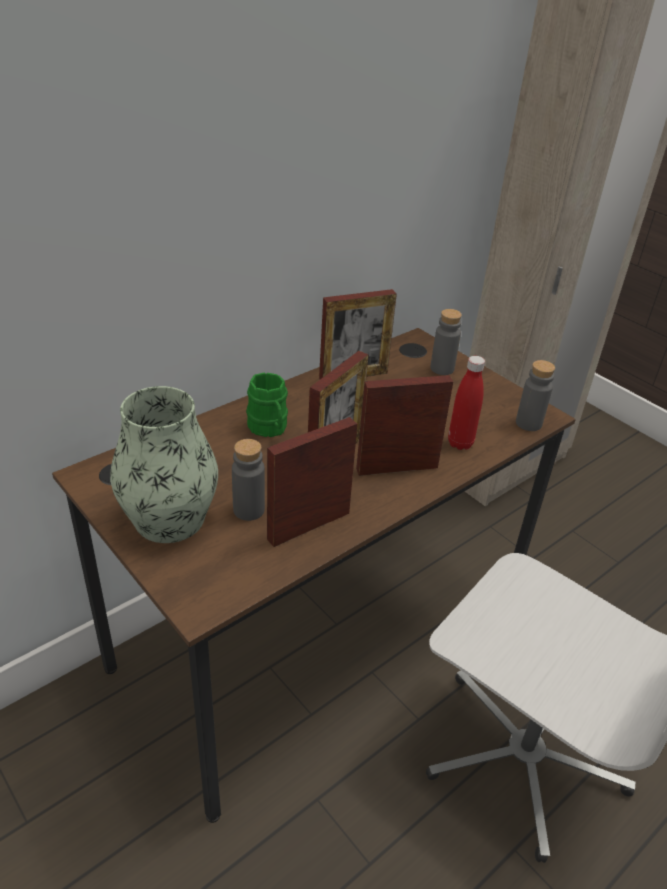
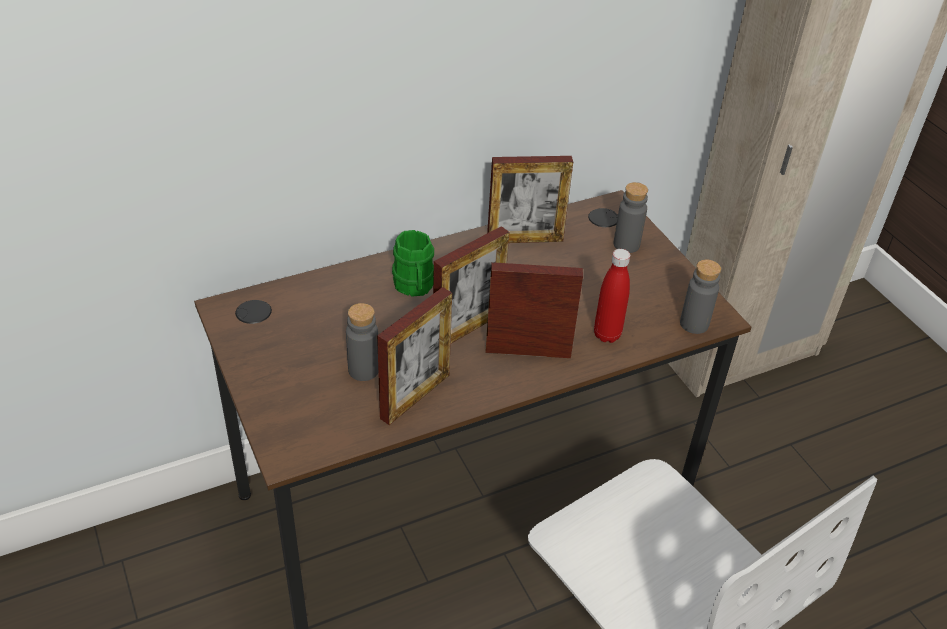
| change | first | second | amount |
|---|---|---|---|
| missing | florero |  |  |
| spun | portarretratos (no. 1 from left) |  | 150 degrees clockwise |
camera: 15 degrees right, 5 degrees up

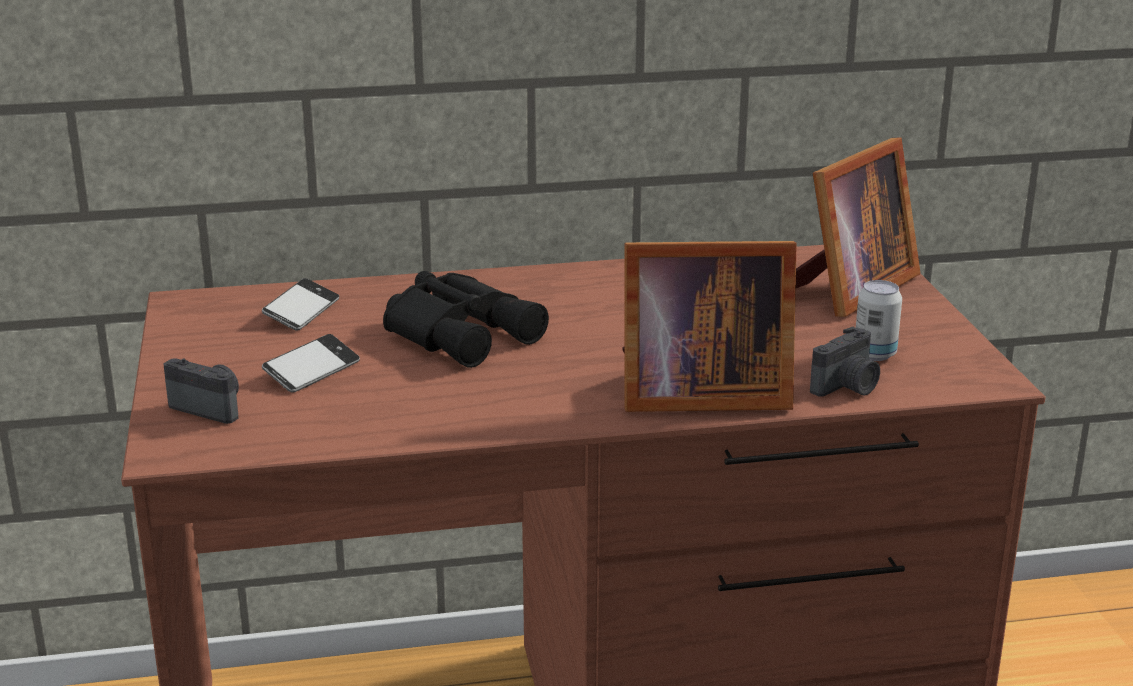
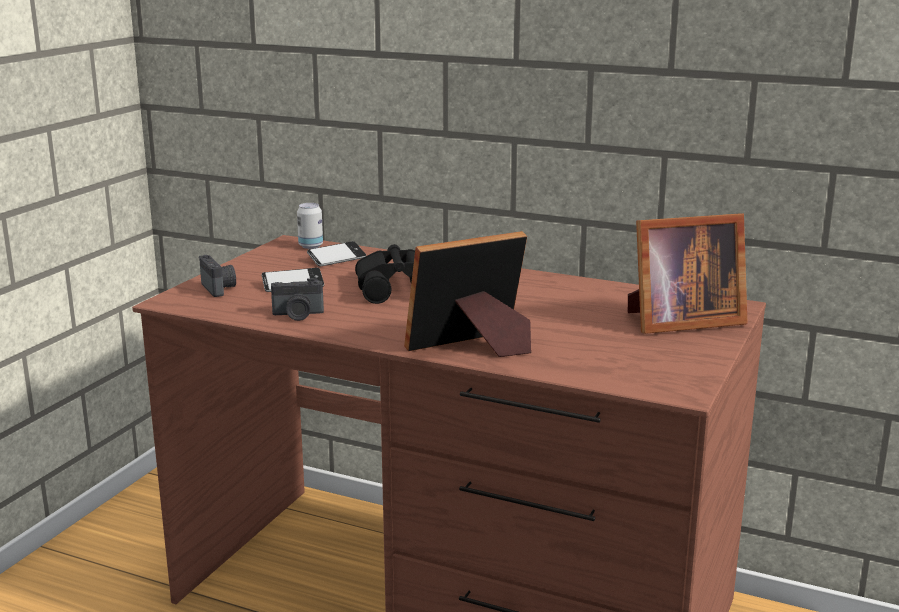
| change | first | second | amount |
|---|---|---|---|
| spun | portarretratos (no. 1 from left) |  | 120 degrees clockwise |
| relocated | cámara (no. 2 from left) |  |  |
| relocated | lata |  |  |
camera: 35 degrees right, 5 degrees down

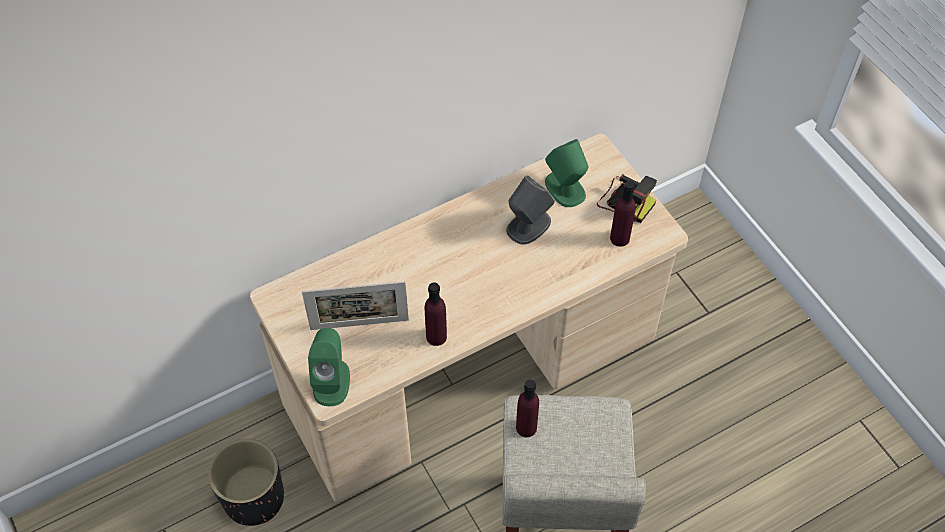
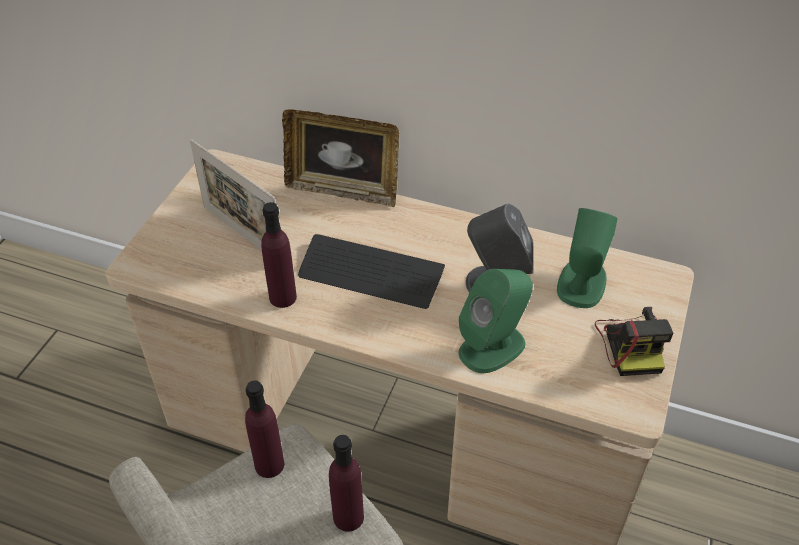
| change | first | second | amount |
|---|---|---|---|
| missing | maceta [negro] |  |  |
| relocated | altavoz [verde] (no. 1 from left) |  |  |
| relocated | botella [morado] (no. 3 from left) |  |  |
| appeared |  | portarretratos (no. 2 from left) |  |
| appeared |  | teclado |  |
camera: 50 degrees right, 10 degrees down

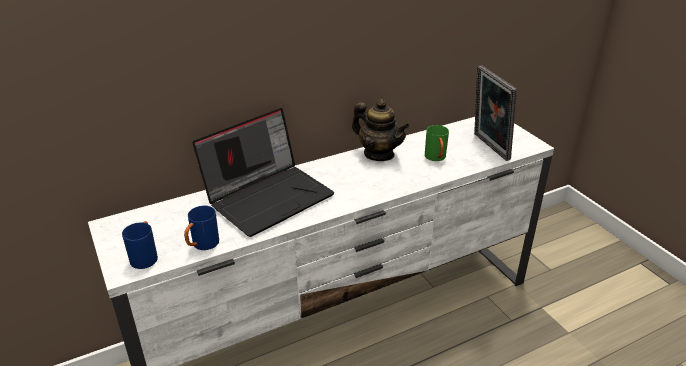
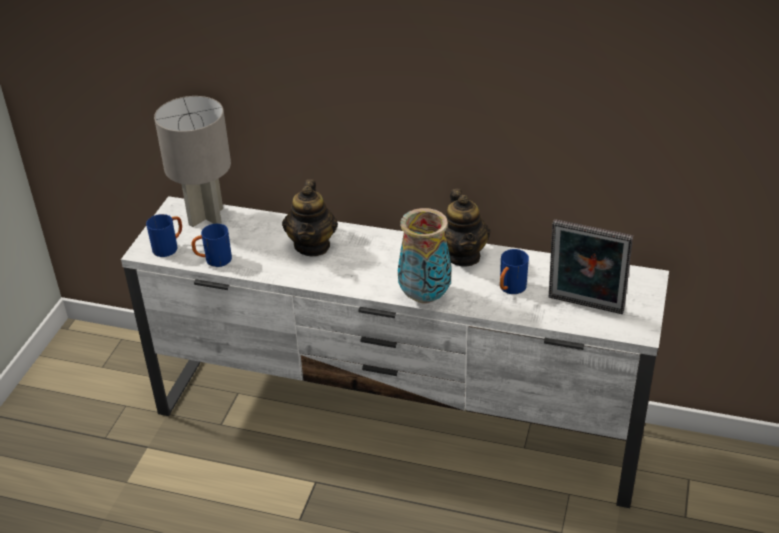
| change | first | second | amount |
|---|---|---|---|
| exchanged | portátil | tetera (no. 1 from left) |  |
| colour | taza grande [verde] | taza grande [azul] (no. 3 from left) |  |
| spun | portarretratos |  | 90 degrees counterclockwise |
| appeared |  | lámpara de mesa [gris] |  |
| appeared |  | florero |  |
camera: 45 degrees right, 5 degrees up

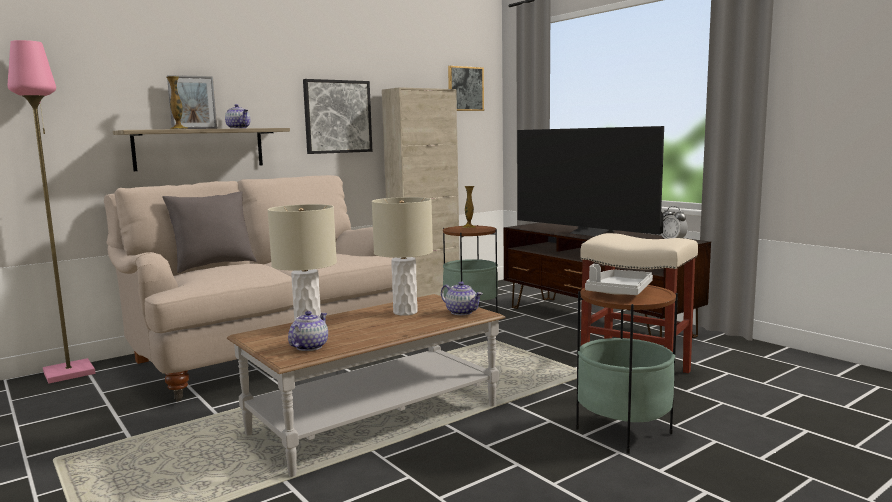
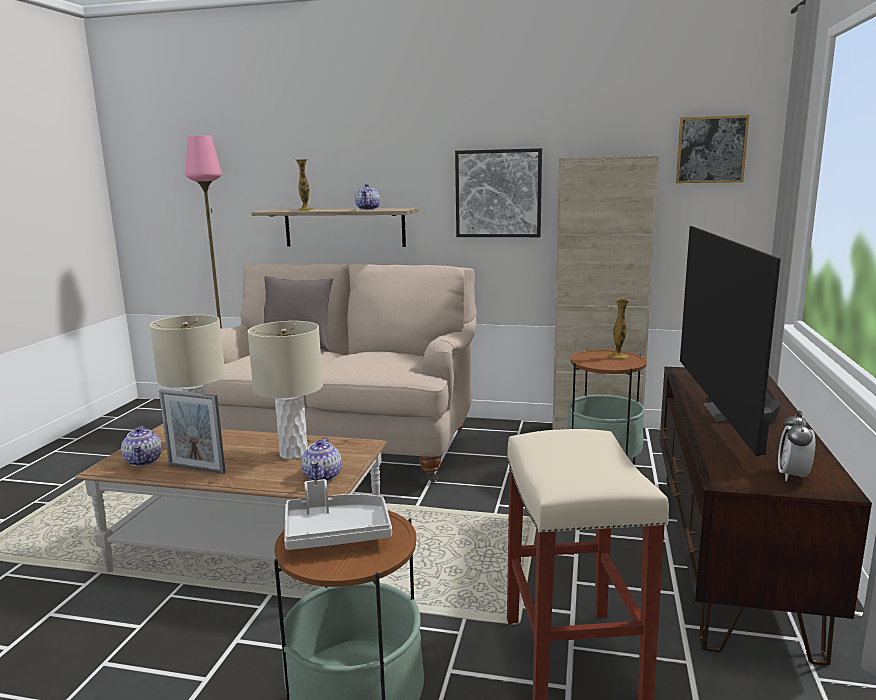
| change | first | second | amount |
|---|---|---|---|
| relocated | portarretratos |  |  |
| spun | tetera (no. 2 from left in the first image) | tetera (no. 1 from left) | 90 degrees clockwise |
camera: 50 degrees right, 5 degrees up

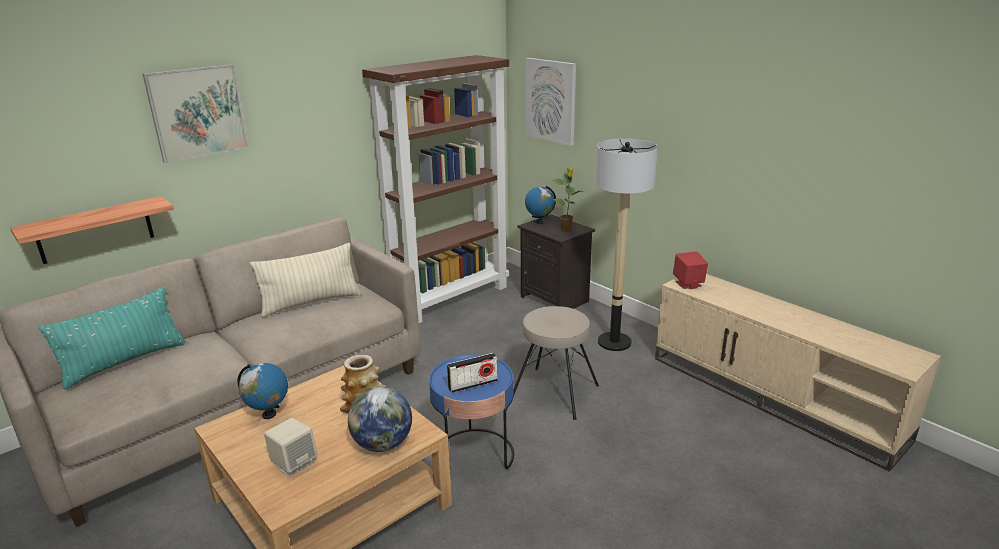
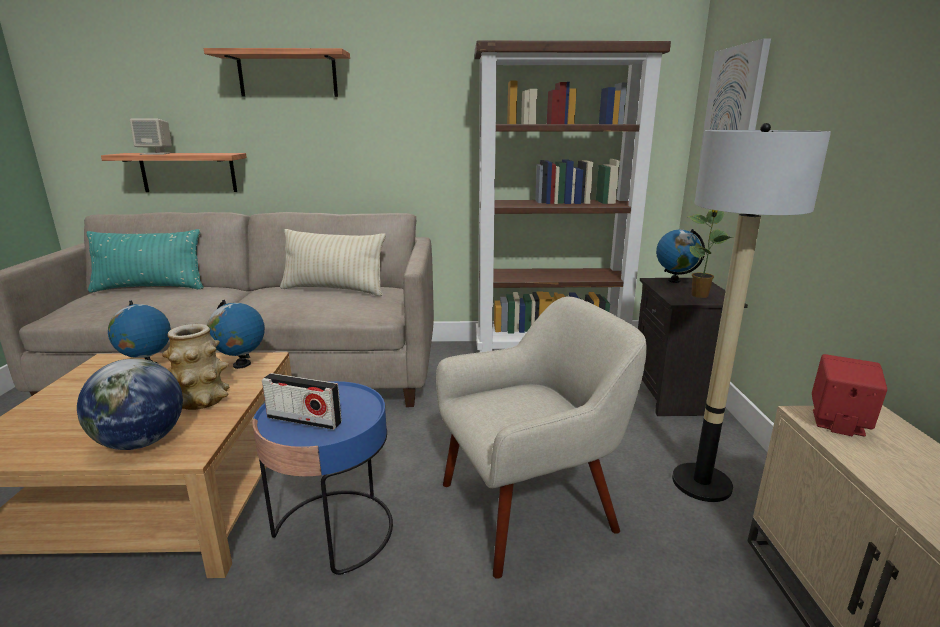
| change | first | second | amount |
|---|---|---|---|
| exchanged | cuadro (no. 1 from left) | estante (no. 2 from left) |  |
| relocated | altavoz [beis] |  |  |
| exchanged | taburete [beis] | sillón [beis] |  |
| appeared |  | globo terráqueo (no. 3 from left) |  |
camera: 40 degrees right, 5 degrees down

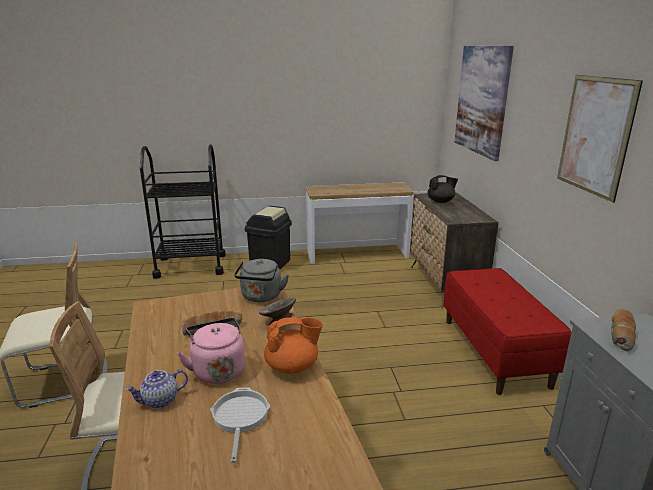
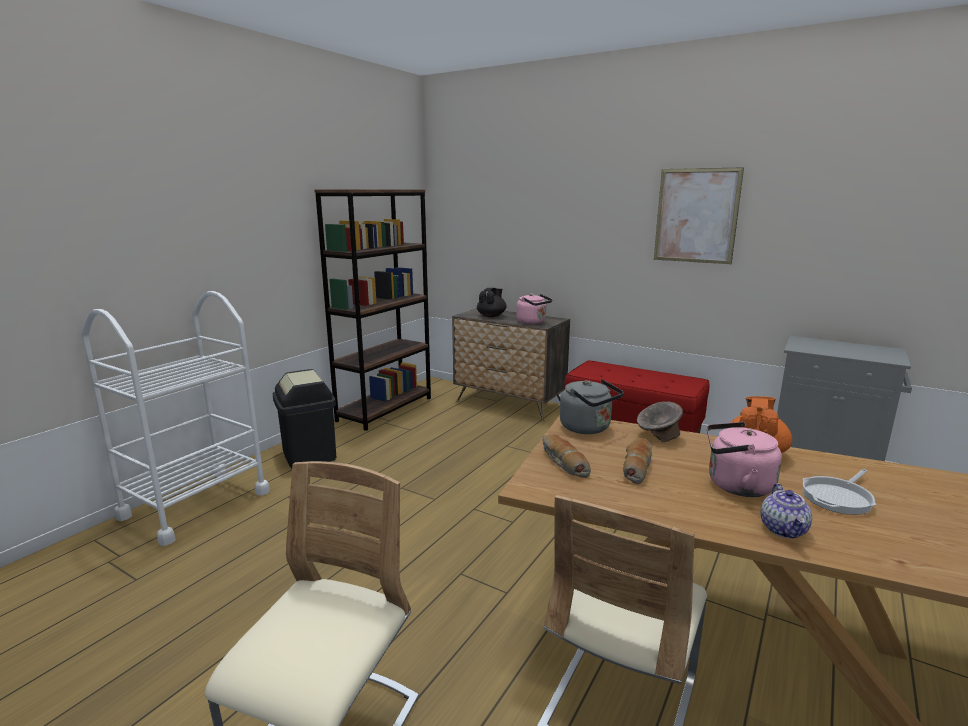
| change | first | second | amount |
|---|---|---|---|
| colour | carrito [negro] | carrito [blanco] |  |
| spun | sartén |  | 75 degrees counterclockwise |
| exchanged | mesa consola | estantería [marrón] |  |
| missing | cuadro (no. 1 from left) |  |  |
| relocated | pan (no. 2 from left in the first image) | pan (no. 1 from left) |  |
| appeared |  | hervidor [rosa] (no. 1 from left) |  |
camera: 50 degrees left, 5 degrees down

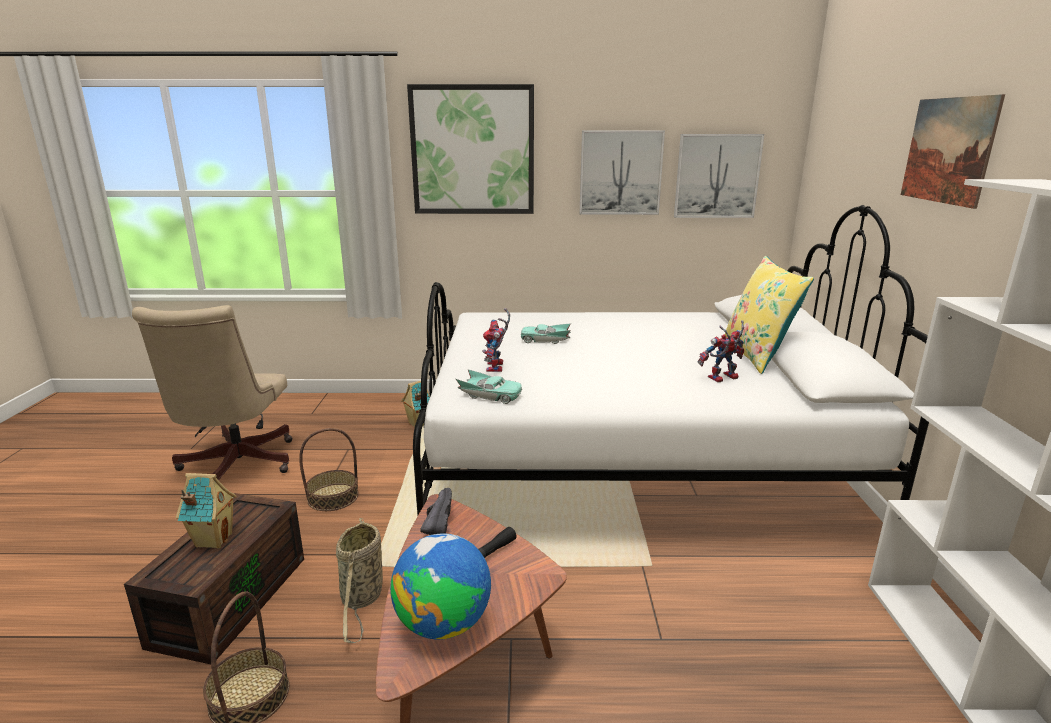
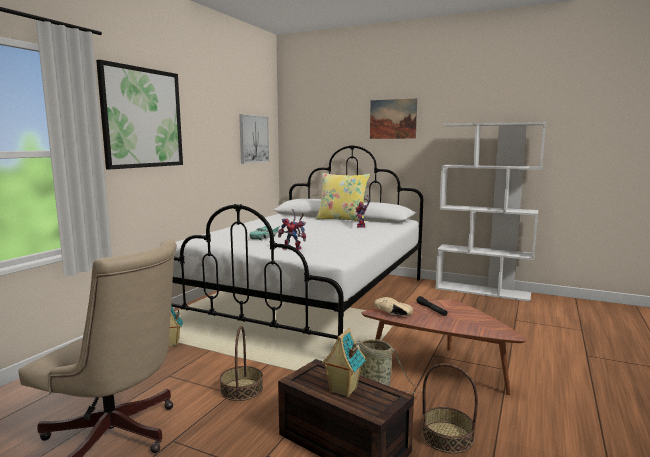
| change | first | second | amount |
|---|---|---|---|
| missing | globo terráqueo |  |  |
| colour | zapato [negro] | zapato [beis] |  |
| missing | coche de juguete [turquesa] (no. 1 from left) |  |  |
| missing | cuadro (no. 2 from left) |  |  |
camera: 65 degrees left, 10 degrees down

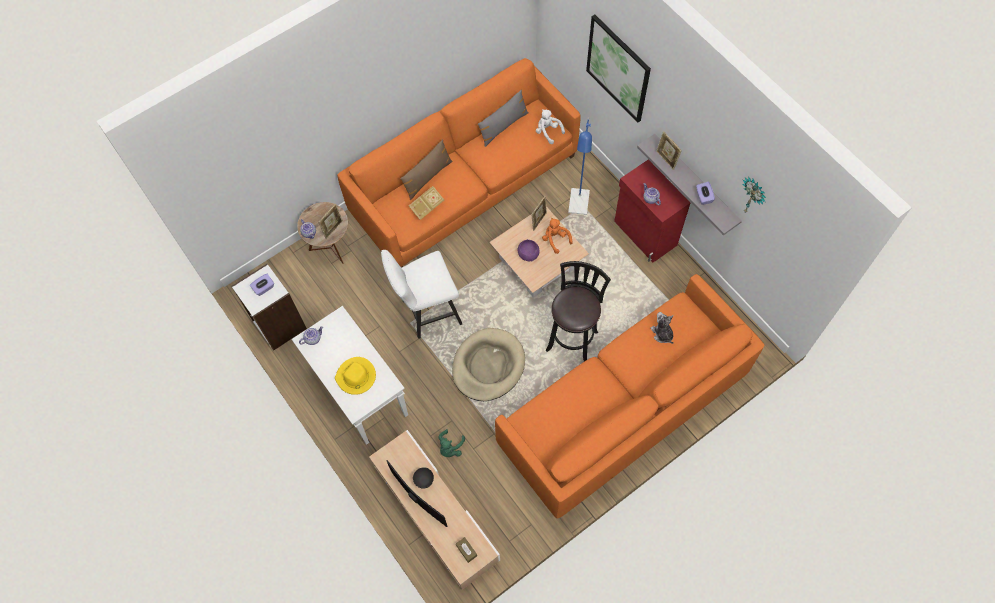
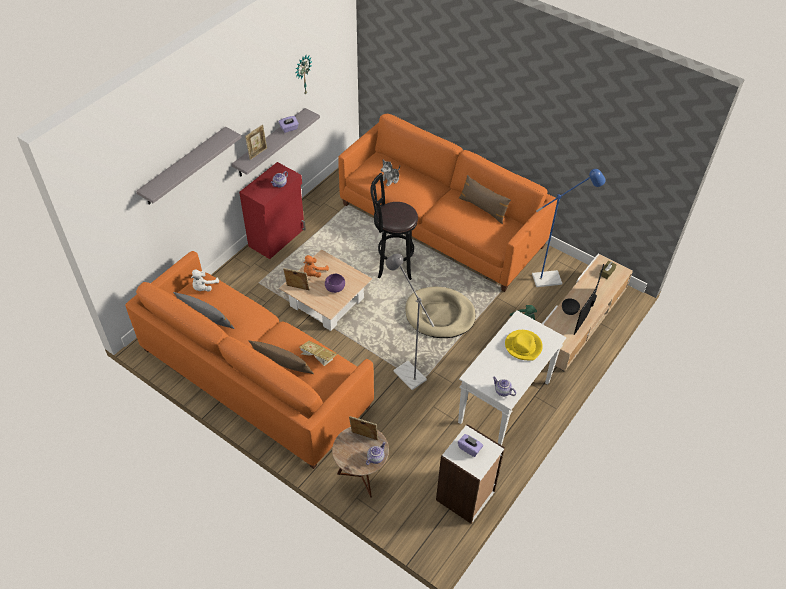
| change | first | second | amount |
|---|---|---|---|
| exchanged | taburete [blanco] | lámpara de pie [gris] |  |
| relocated | lámpara de pie [azul] |  |  |
| exchanged | cuadro | estante [gris] (no. 1 from left) |  |
| appeared |  | cojín [marrón] (no. 2 from left) |  |
camera: 110 degrees left, 15 degrees down

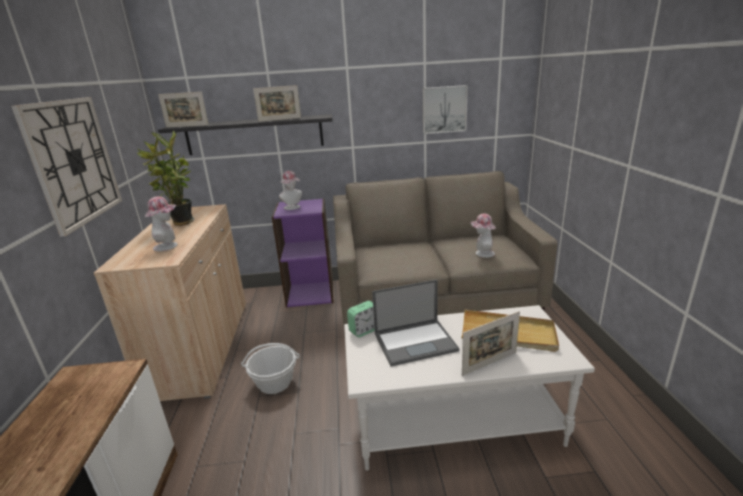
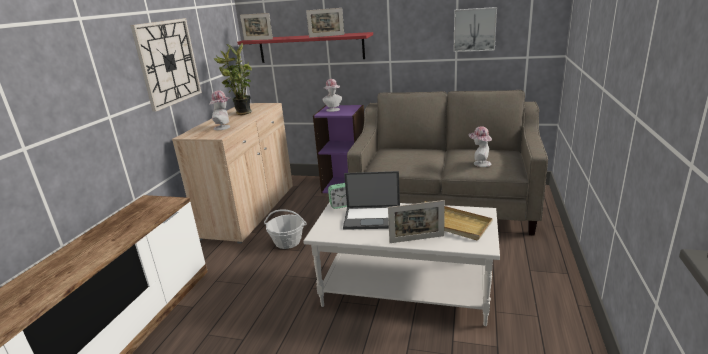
| change | first | second | amount |
|---|---|---|---|
| colour | estante [negro] | estante [rojo] |  |
camera: 20 degrees right, 0 degrees up

